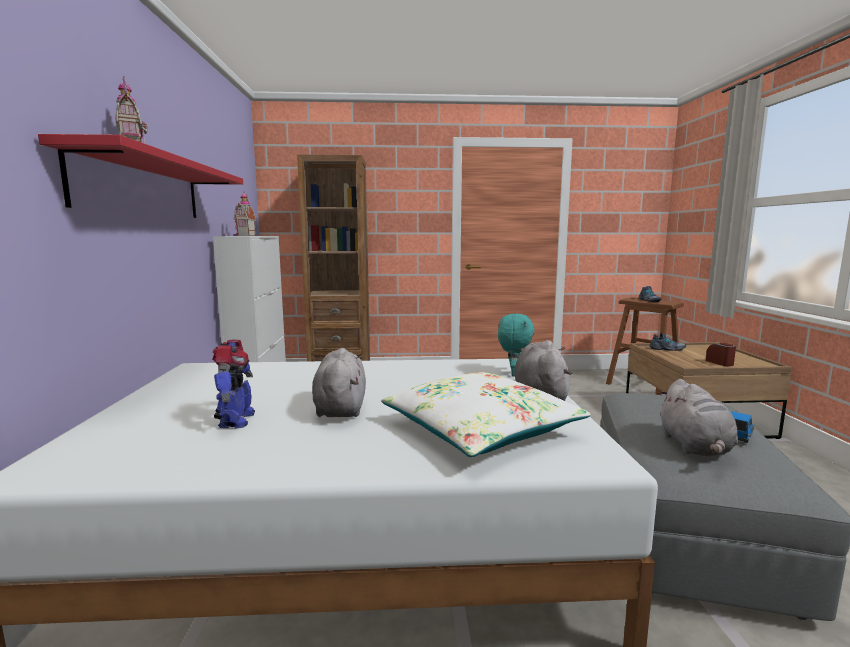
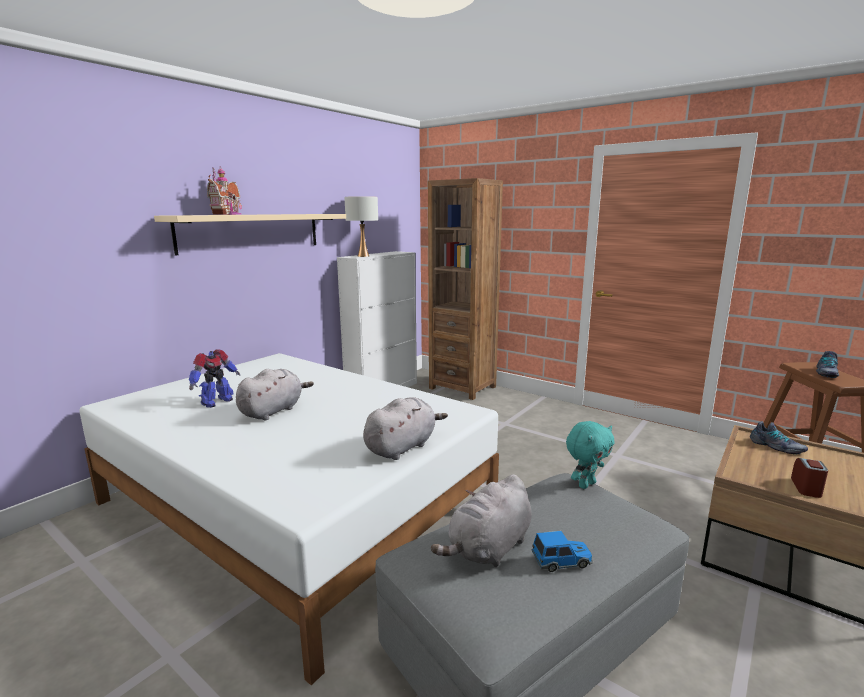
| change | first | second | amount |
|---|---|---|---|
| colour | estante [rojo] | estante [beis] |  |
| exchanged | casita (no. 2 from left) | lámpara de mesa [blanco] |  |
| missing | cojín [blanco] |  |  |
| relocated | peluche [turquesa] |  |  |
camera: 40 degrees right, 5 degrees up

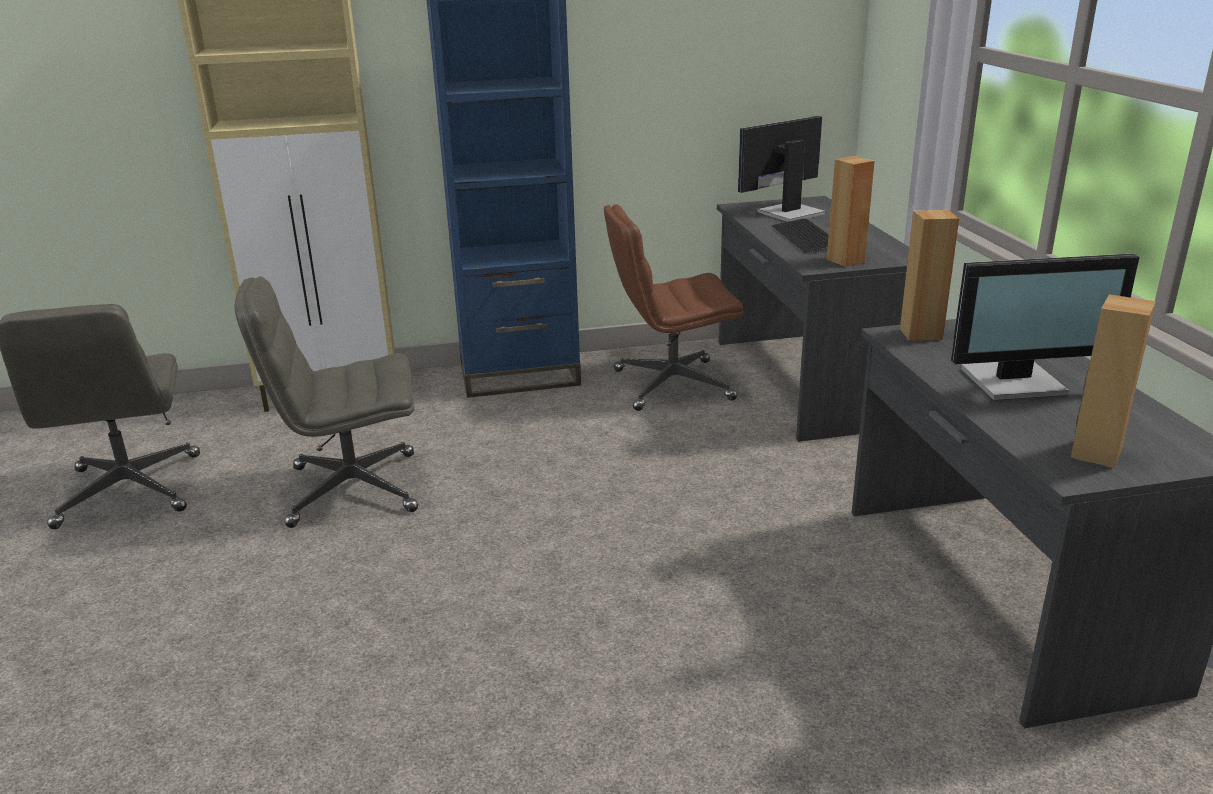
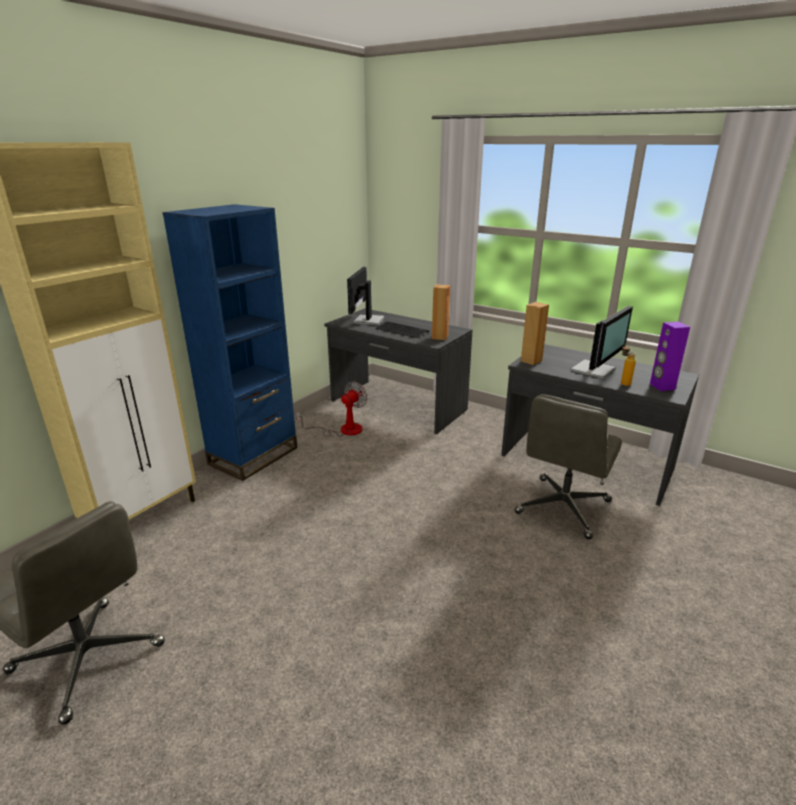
| change | first | second | amount |
|---|---|---|---|
| relocated | silla de oficina [gris] (no. 2 from left) |  |  |
| exchanged | silla de oficina [marrón] | ventilador |  |
| colour | altavoz [marrón] (no. 3 from left) | altavoz [morado] |  |
| appeared |  | botella |  |
camera: 45 degrees left, 0 degrees up

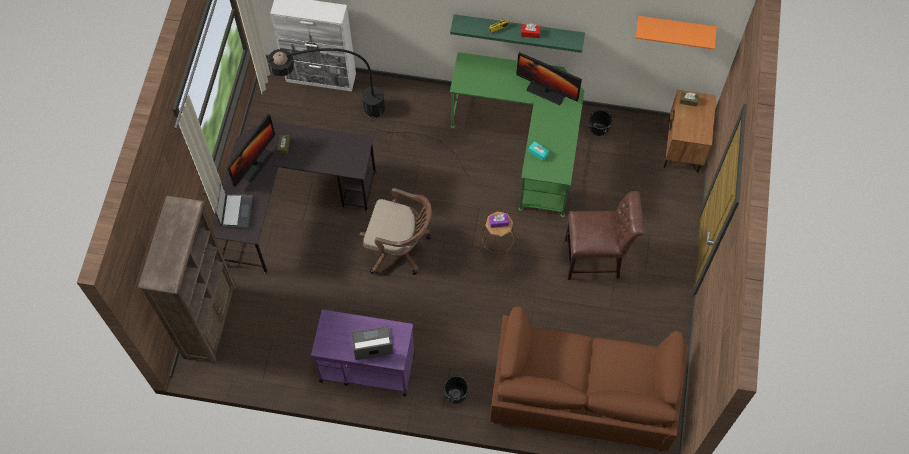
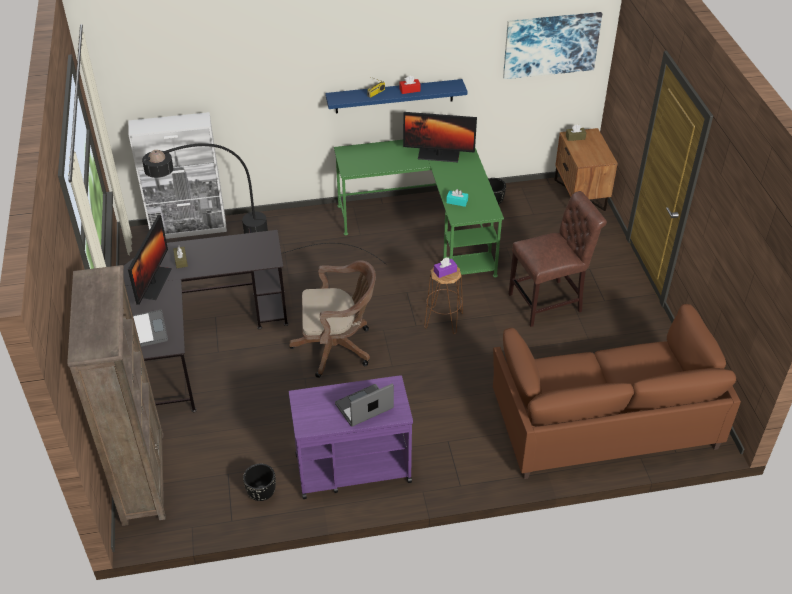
| change | first | second | amount |
|---|---|---|---|
| relocated | maceta [negro] (no. 1 from left) |  |  |
| colour | estante [verde] | estante [azul] |  |
| exchanged | estante [naranja] | cuadro |  |
camera: 20 degrees left, 20 degrees down

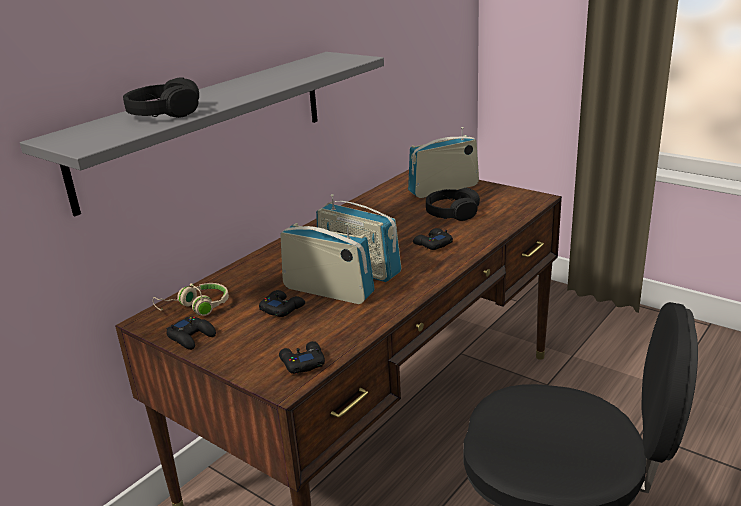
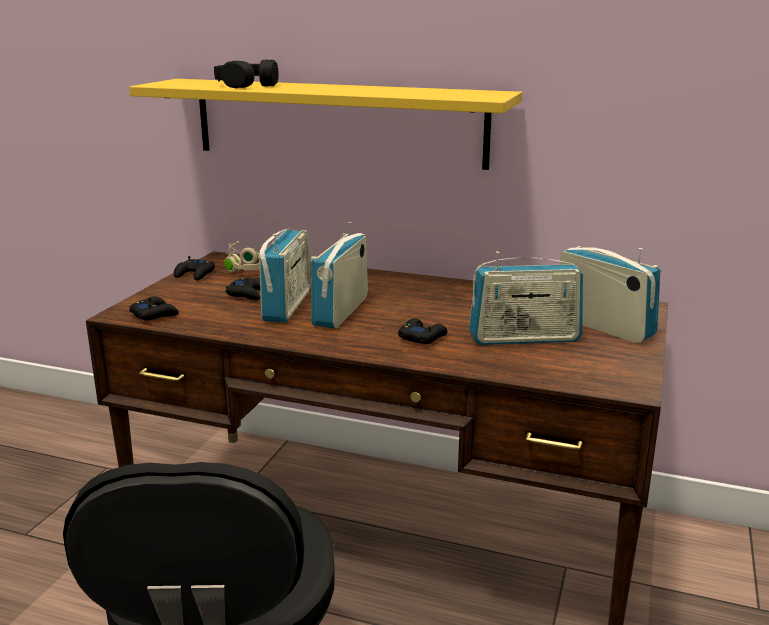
| change | first | second | amount |
|---|---|---|---|
| colour | estante [gris] | estante [amarillo] |  |
| exchanged | auriculares [negro] (no. 2 from left) | radio (no. 3 from left) |  |
camera: 70 degrees right, 5 degrees down

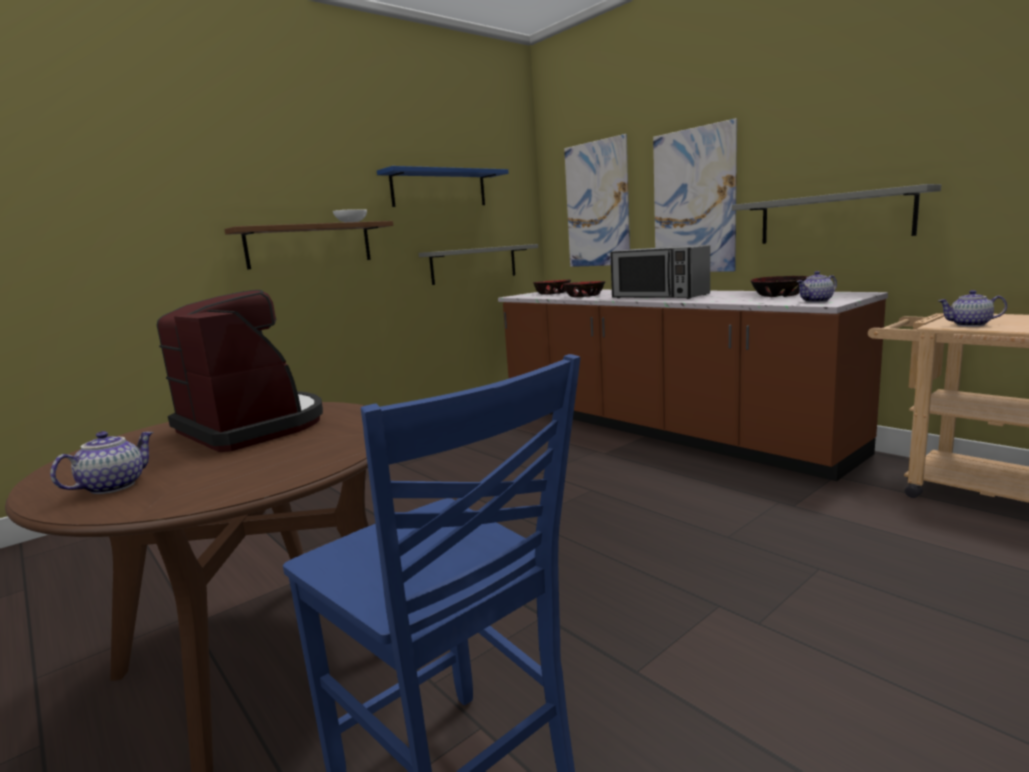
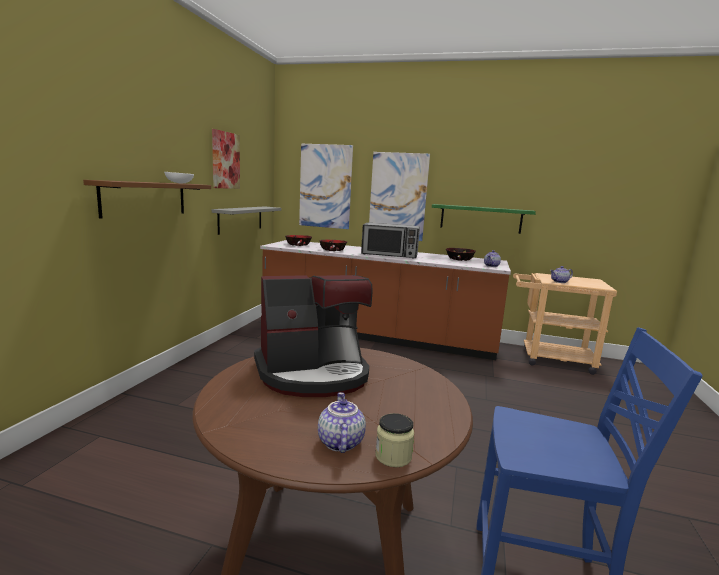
| change | first | second | amount |
|---|---|---|---|
| spun | cafetera |  | 150 degrees clockwise |
| exchanged | estante [azul] | cuadro (no. 1 from left) |  |
| colour | estante [gris] (no. 2 from left) | estante [verde] |  |
| appeared |  | tarro |  |
camera: 35 degrees left, 0 degrees up

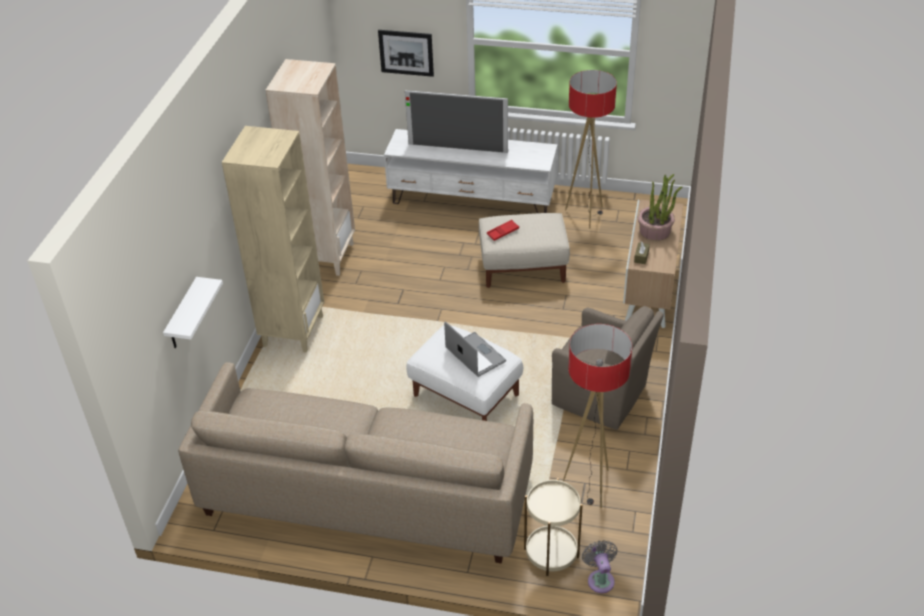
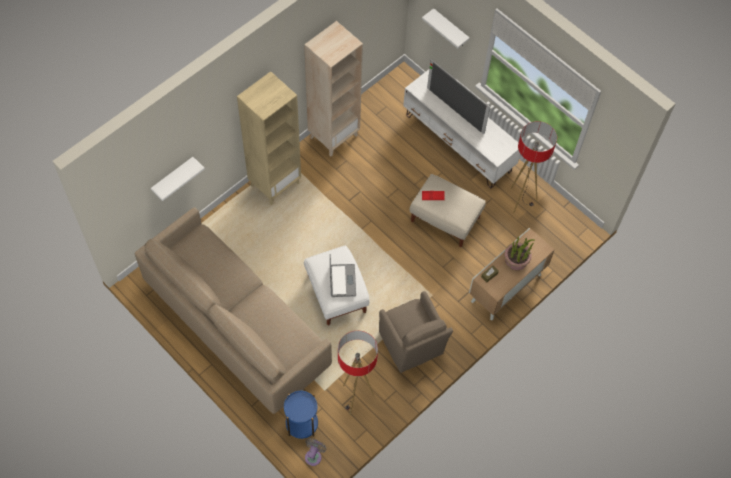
| change | first | second | amount |
|---|---|---|---|
| exchanged | cuadro | estante [blanco] (no. 2 from left) |  |
| colour | mesa auxiliar [beis] | mesa auxiliar [azul] |  |
camera: 30 degrees right, 20 degrees up

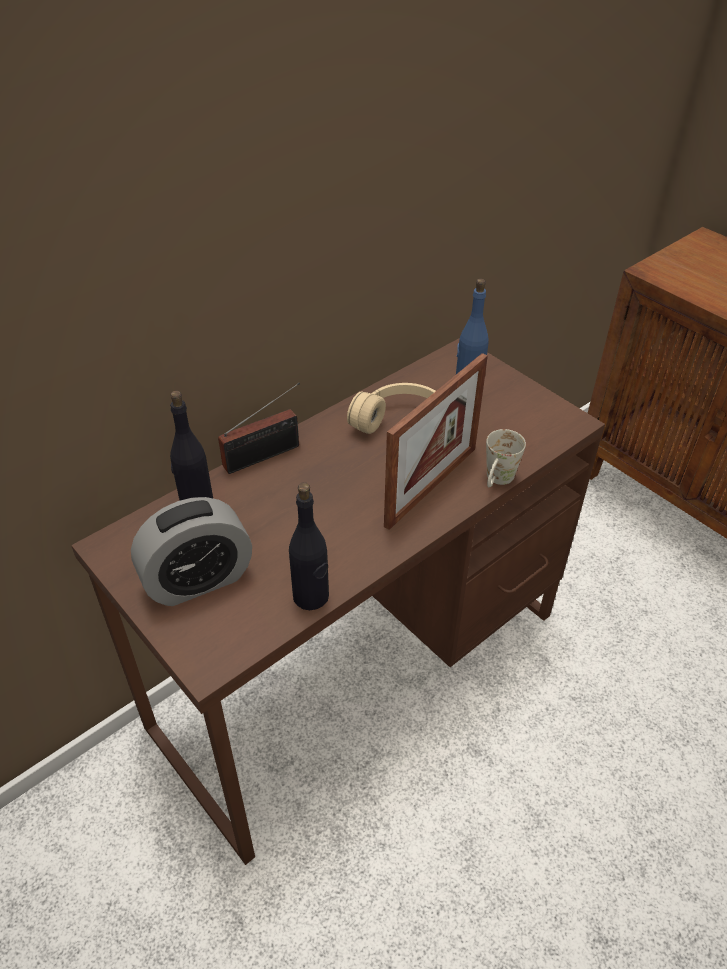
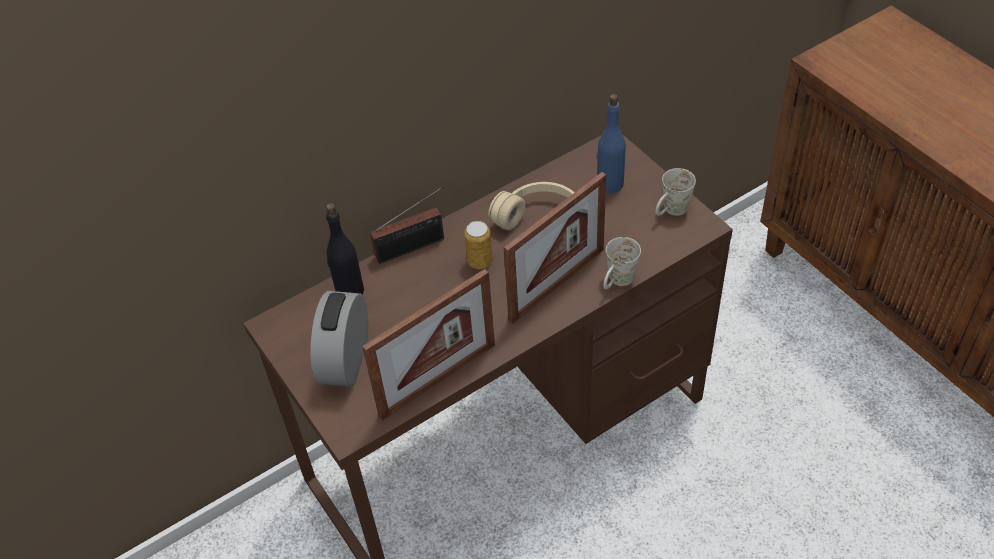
| change | first | second | amount |
|---|---|---|---|
| spun | despertador |  | 120 degrees clockwise |
| exchanged | botella [negro] (no. 2 from left) | portarretratos (no. 1 from left) |  |
| appeared |  | lata |  |
| appeared |  | taza grande [blanco] (no. 2 from left) |  |
camera: 10 degrees right, 5 degrees up

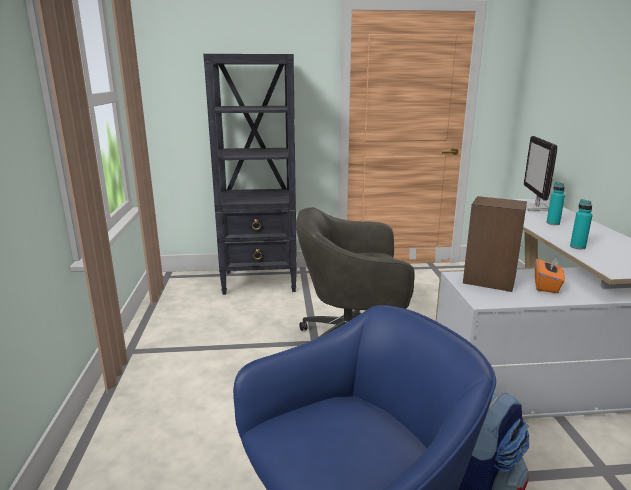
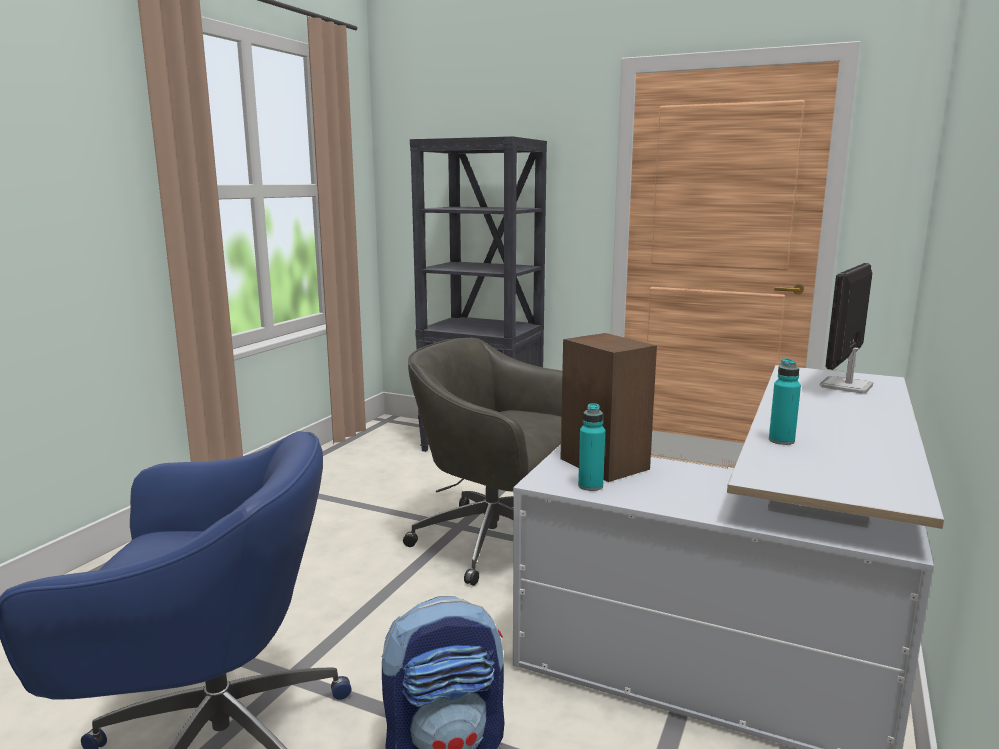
| change | first | second | amount |
|---|---|---|---|
| missing | caja de pañuelos [naranja] |  |  |
| relocated | botella [turquesa] (no. 1 from left) |  |  |
camera: 30 degrees right, 5 degrees down

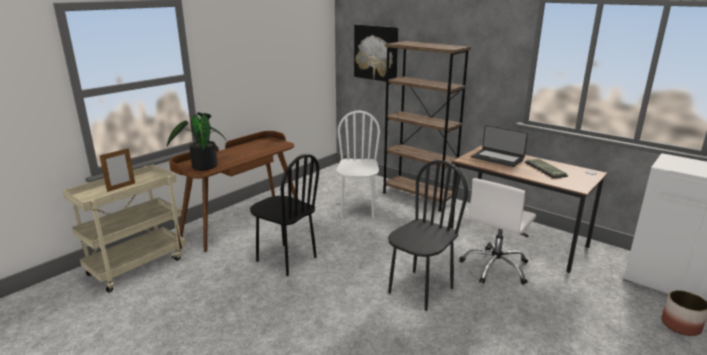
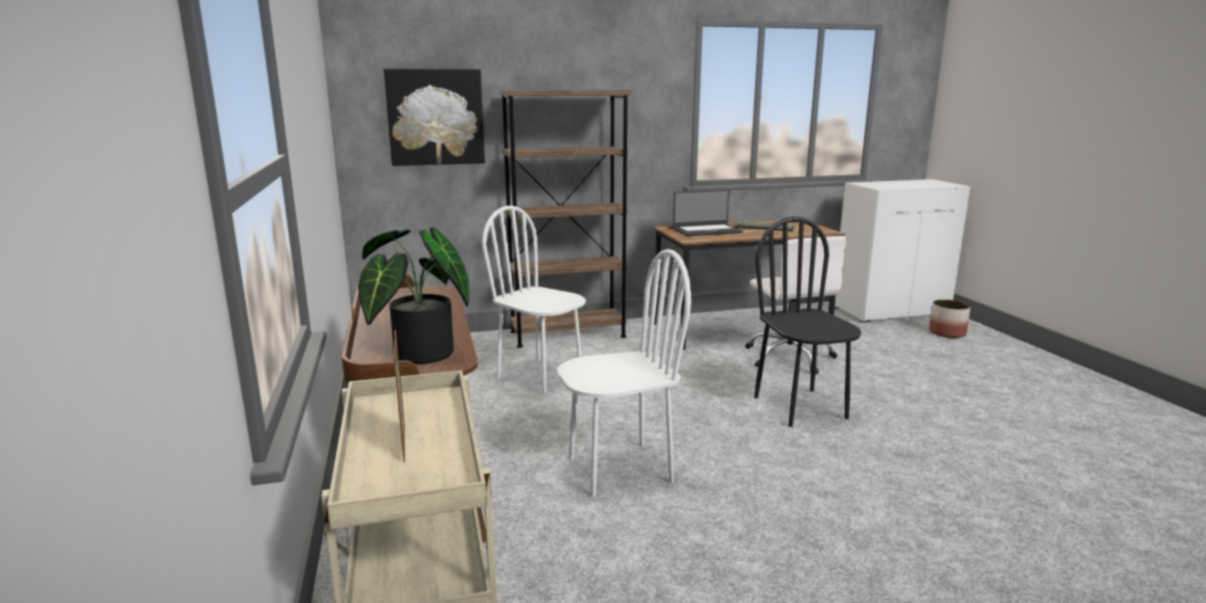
| change | first | second | amount |
|---|---|---|---|
| colour | silla [negro] (no. 1 from left) | silla [blanco] (no. 2 from left) |  |
camera: 55 degrees left, 5 degrees down

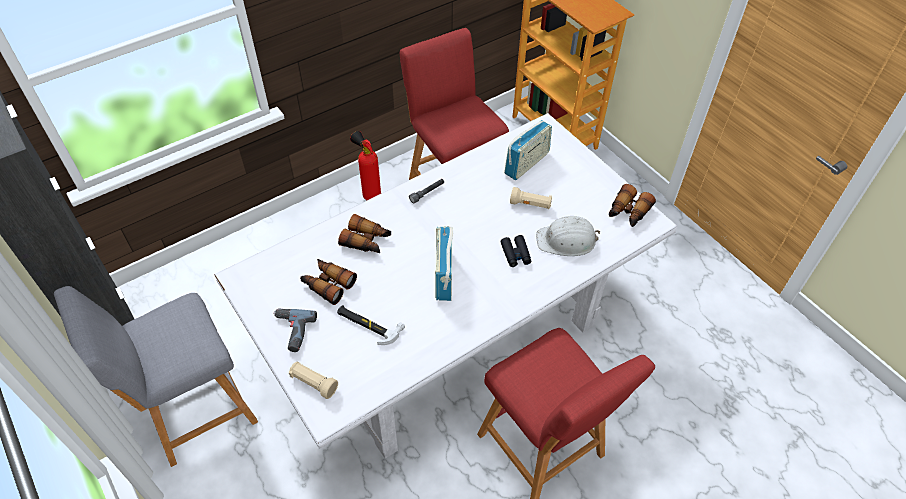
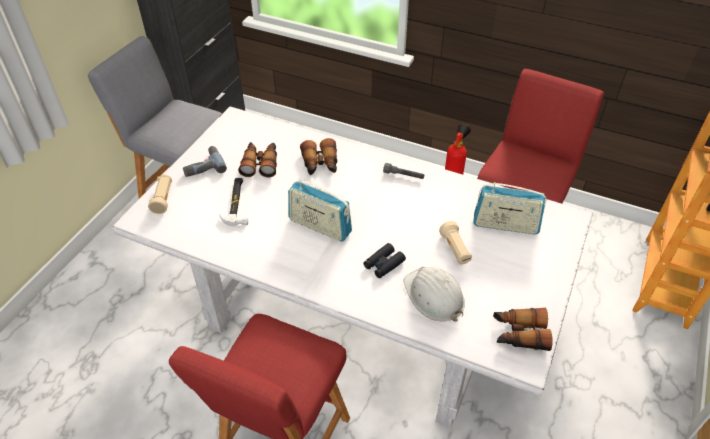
| change | first | second | amount |
|---|---|---|---|
| spun | radio (no. 1 from left) |  | 120 degrees counterclockwise |
camera: 60 degrees right, 5 degrees down

